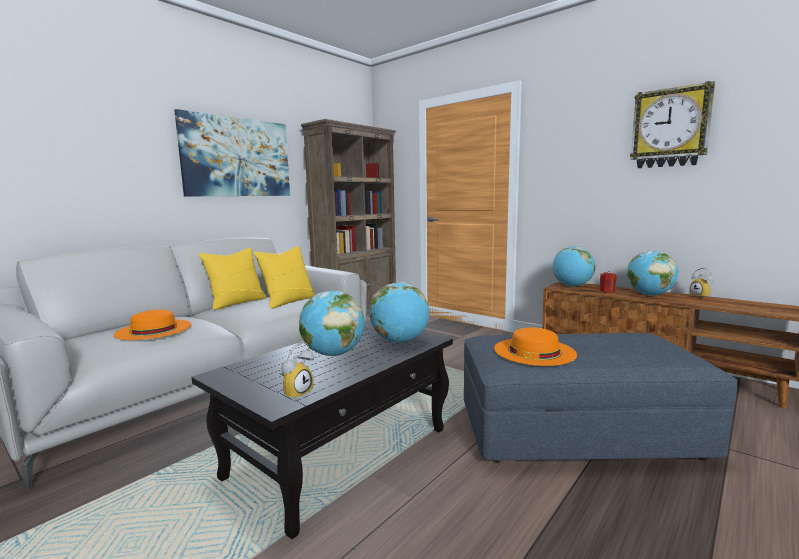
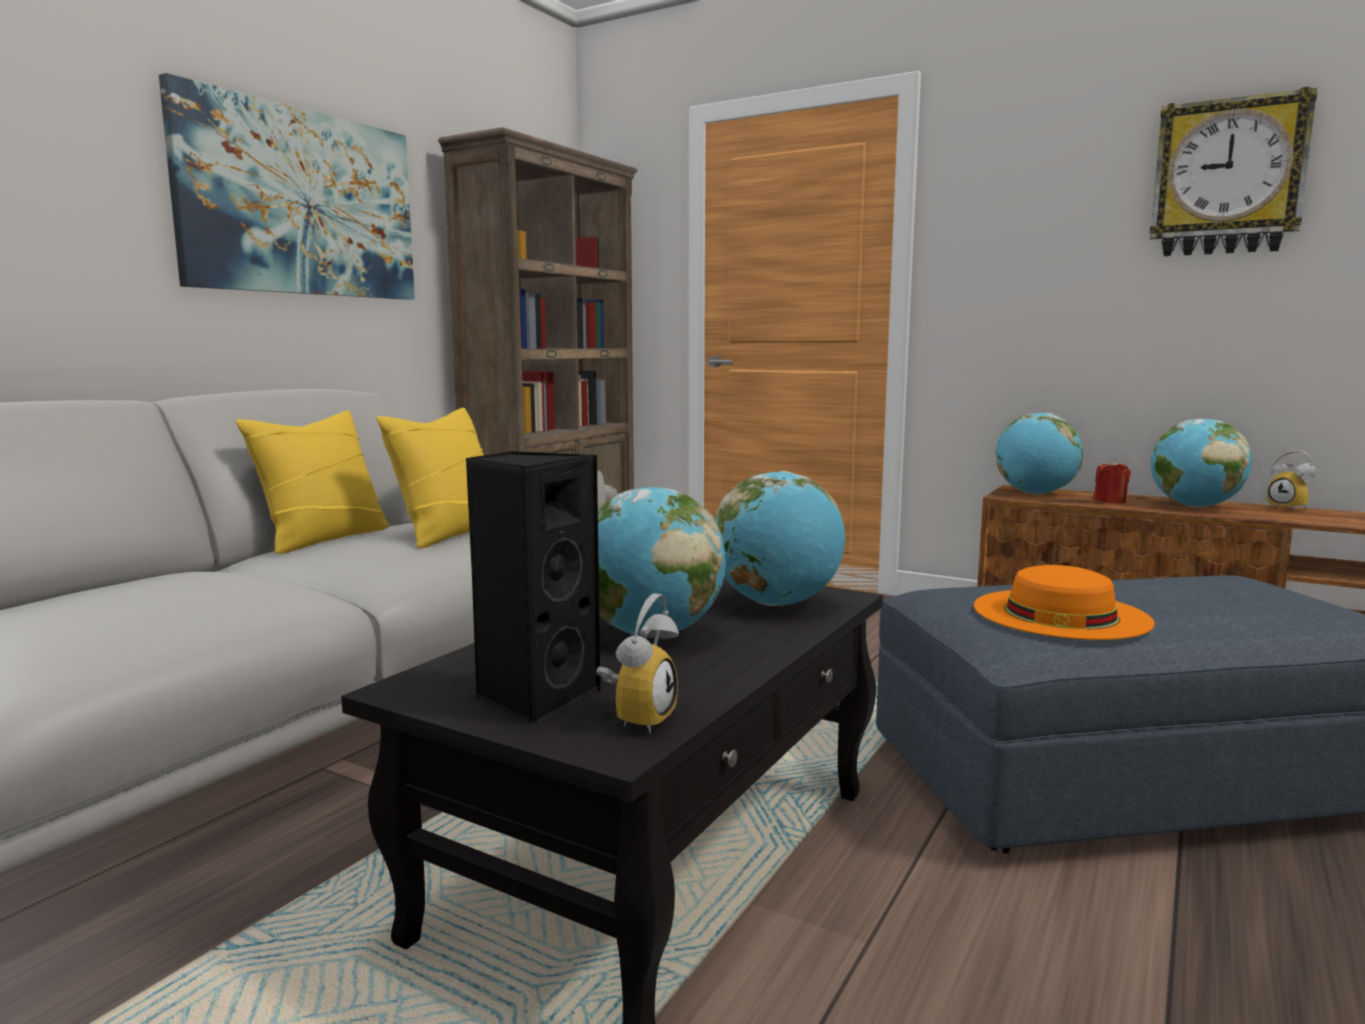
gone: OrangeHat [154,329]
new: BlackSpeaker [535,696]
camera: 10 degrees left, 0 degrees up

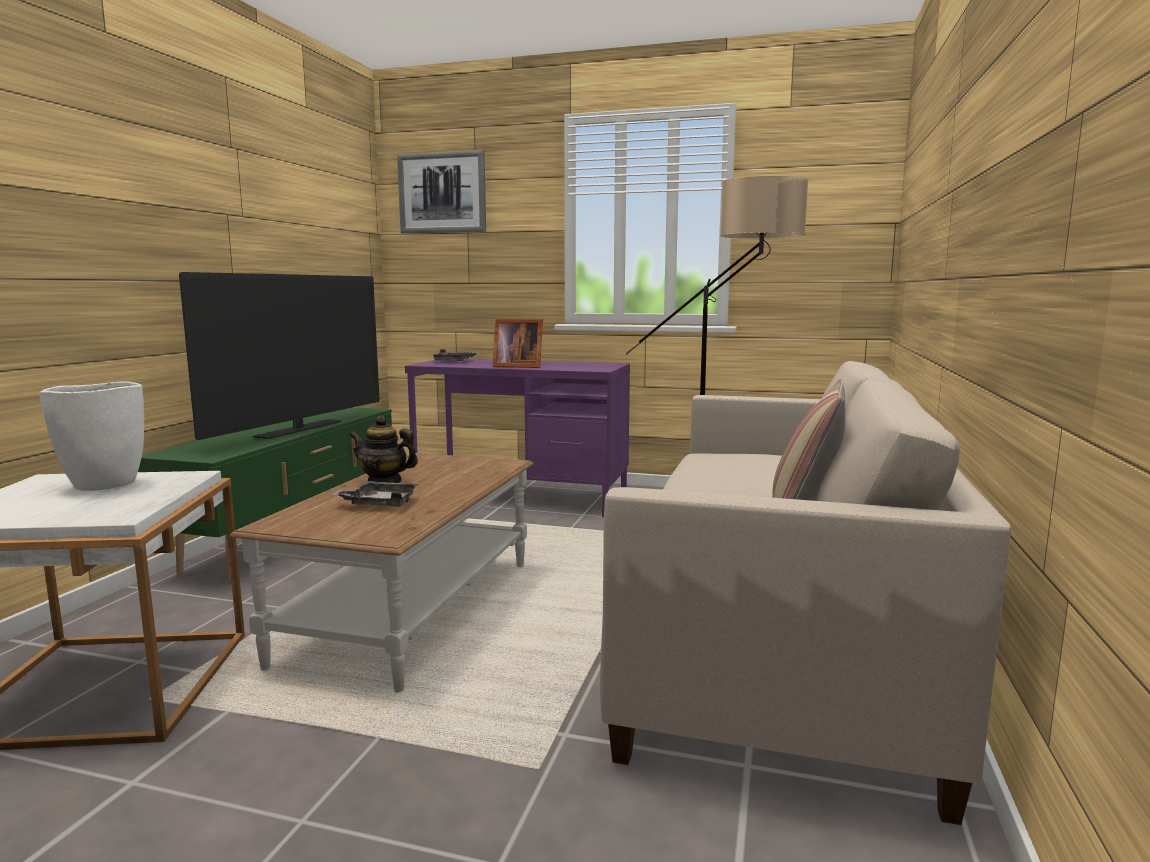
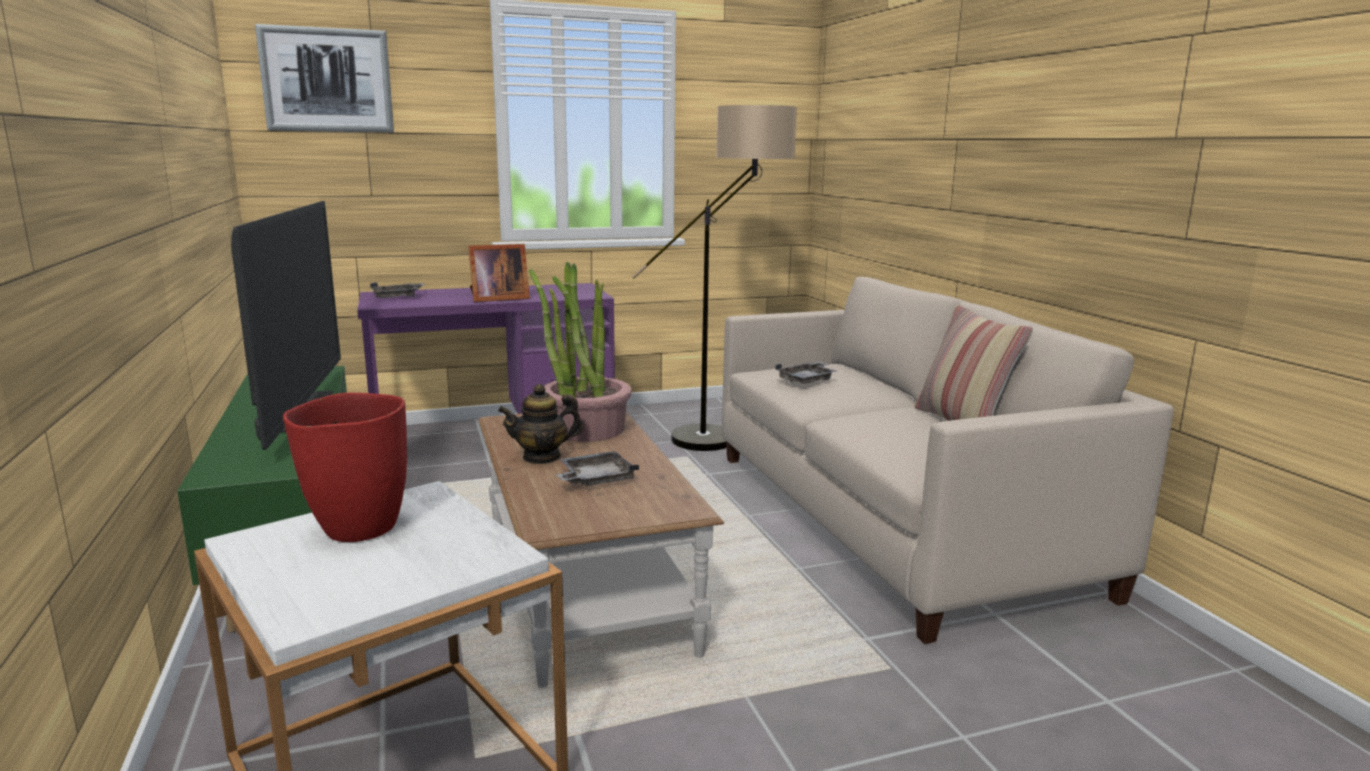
new: PottedPlant [586,429]; GreyTray [807,380]
repainted: WhiteVase [103,485] to RedVase [358,529]
camera: 35 degrees left, 5 degrees up

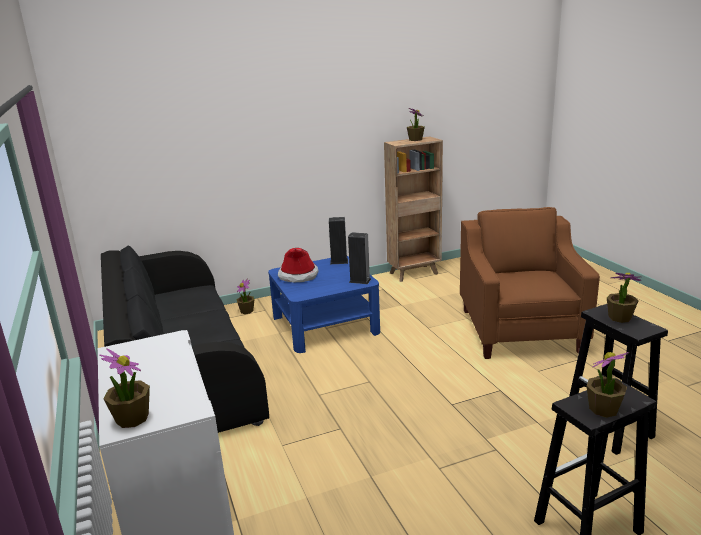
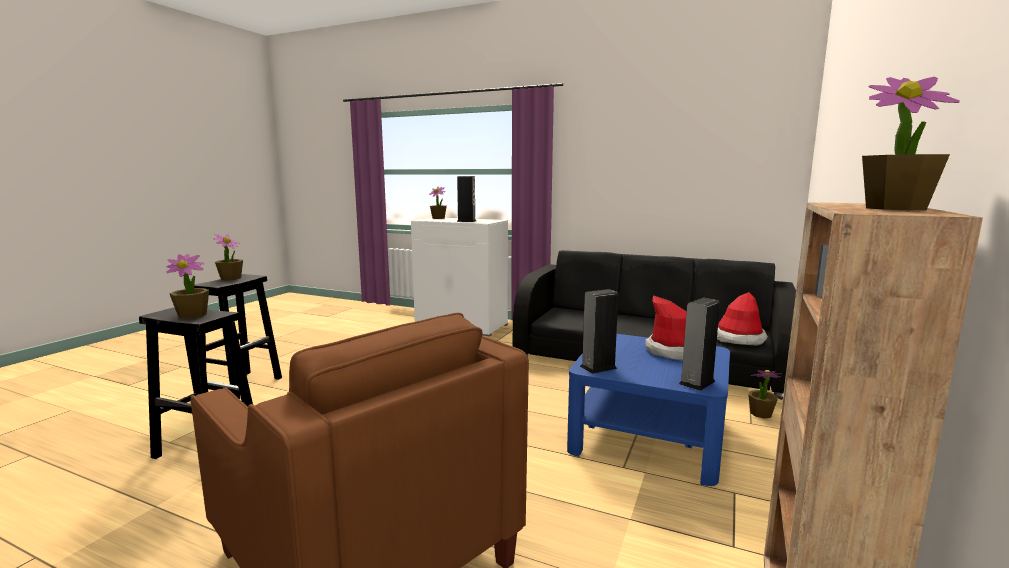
new: Speaker [466,221]; Hat [738,338]
camera: 135 degrees right, 10 degrees down

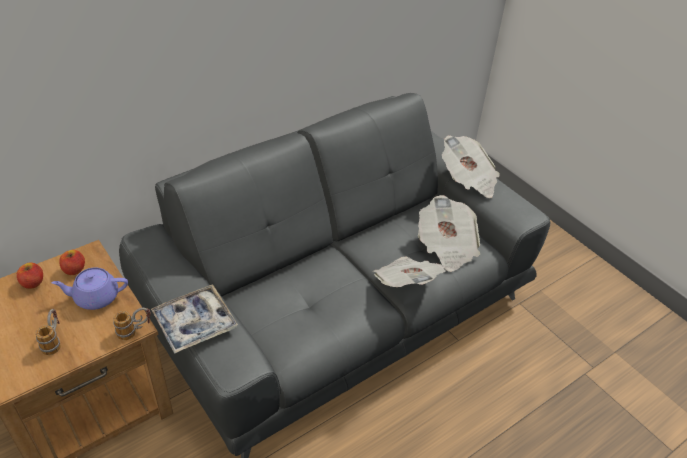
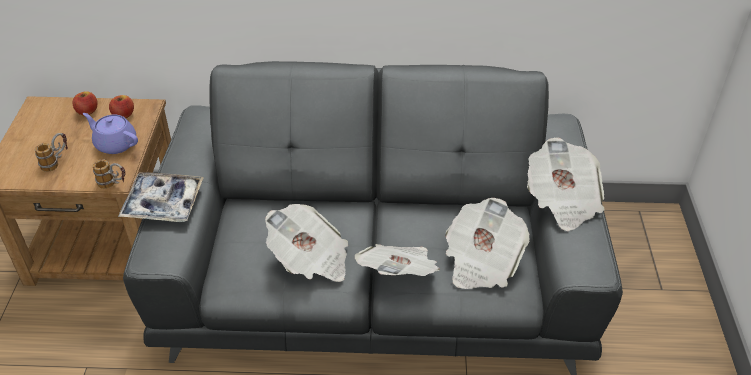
new: Newspaper [310,259]
camera: 40 degrees right, 0 degrees up

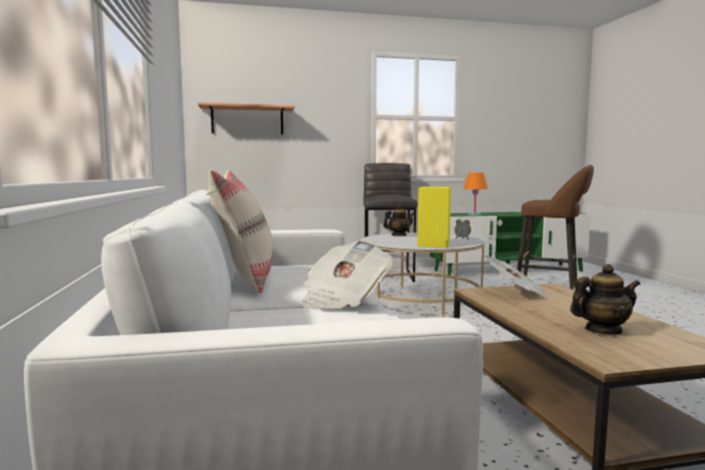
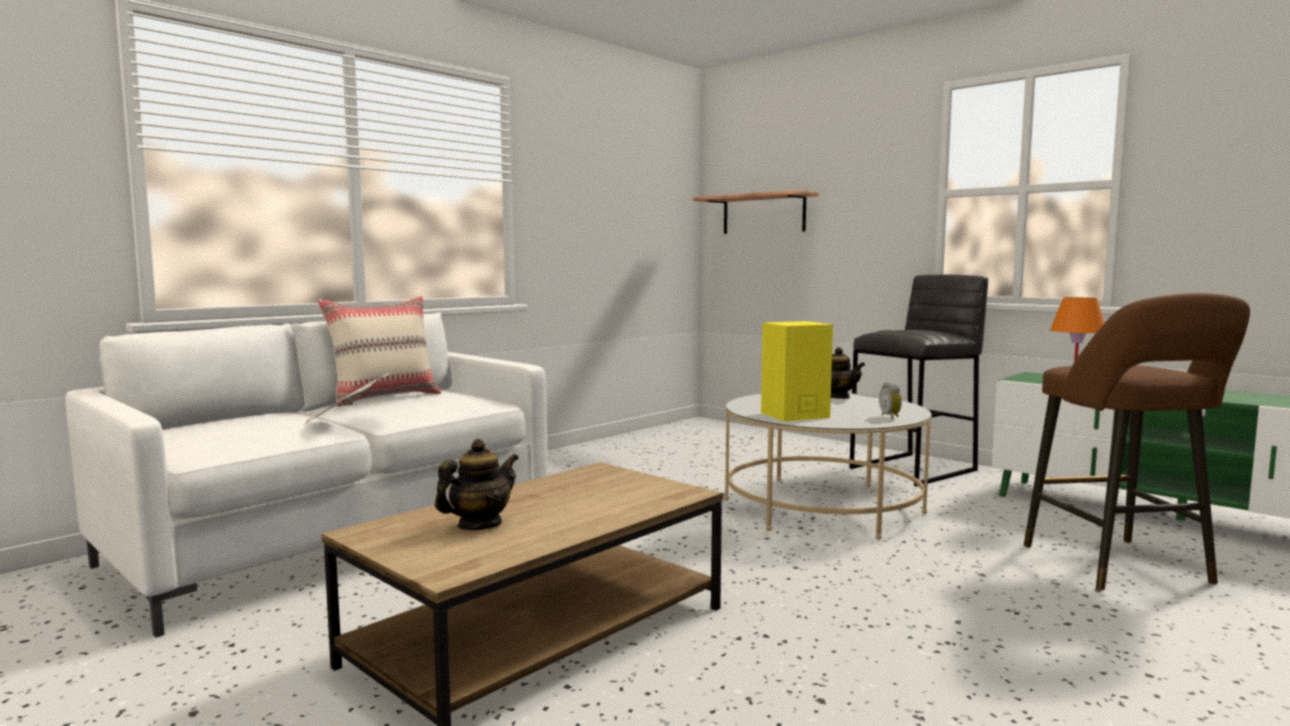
gone: Newspaper [516,294]
rotated: Teapot [602,330] = [479,525] 90 degrees counterclockwise
camera: 55 degrees right, 0 degrees up

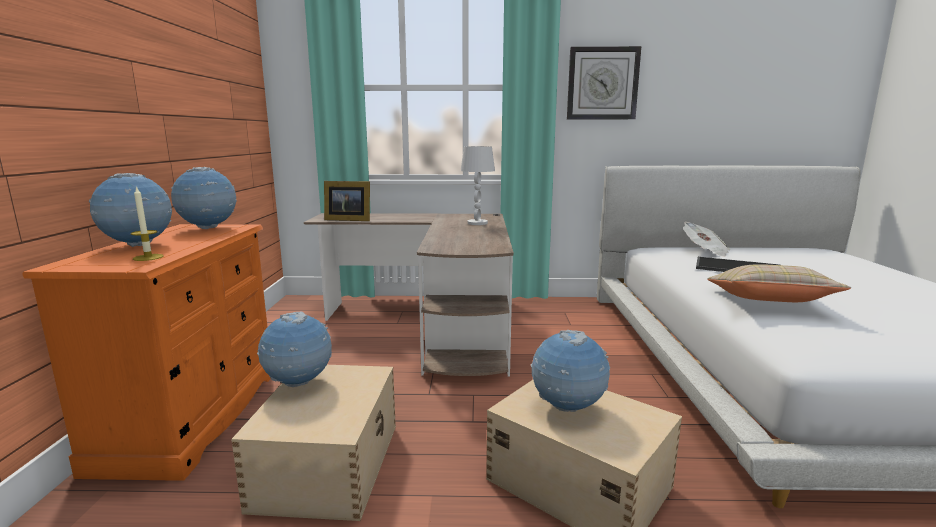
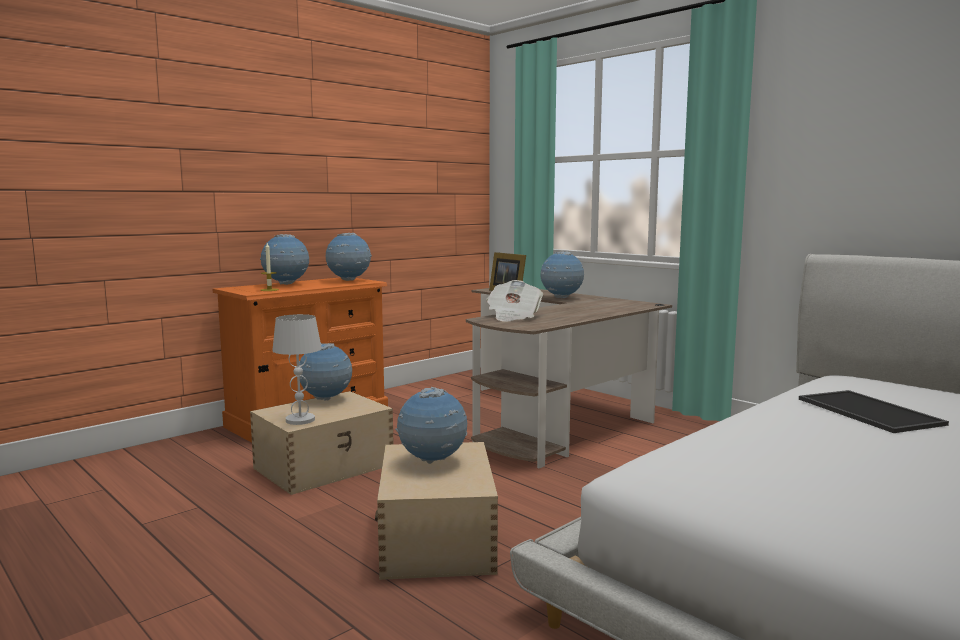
gone: WallClock [602,84]; BeigePillow [768,302]
new: Globe [561,298]
shifted: WhiteTableLamp [477,223] to [300,420]; Newspaper [705,251] to [513,317]
camera: 45 degrees right, 5 degrees down

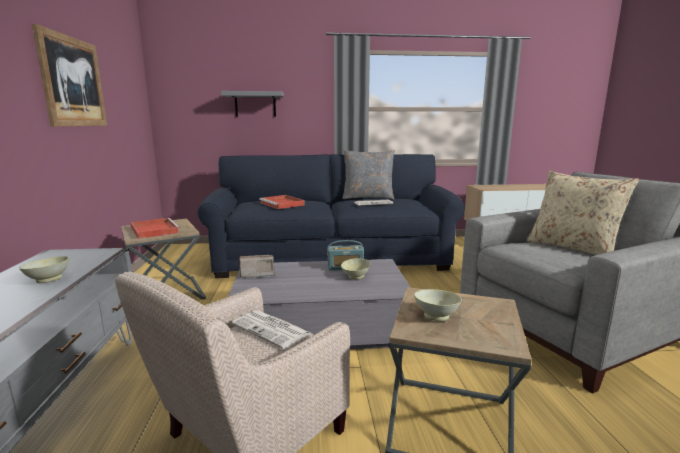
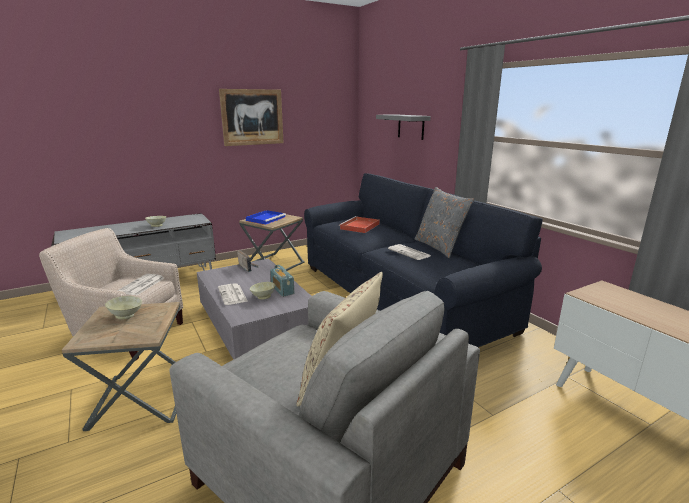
new: Newspaper [233,295]
repainted: RedTray [154,230] to BlueTray [266,219]
camera: 65 degrees right, 5 degrees up

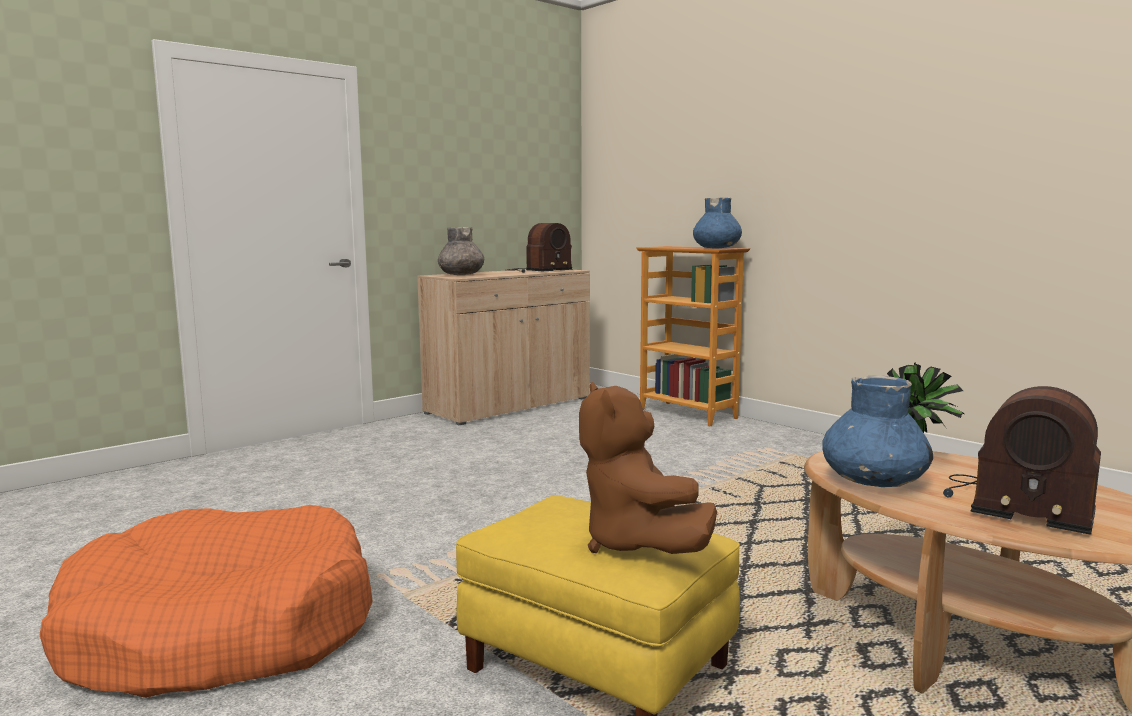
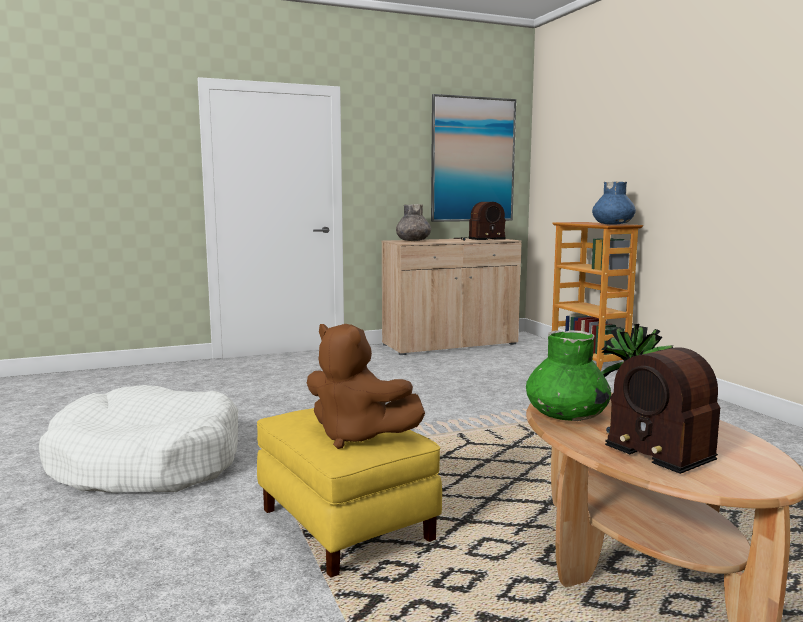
new: Picture [472,160]
repainted: OrangeDogBed [221,631] to WhiteDogBed [146,463]; BlueVase [873,481] to GreenVase [566,416]
rotated: BrownPlushToy [637,544] = [357,436] 60 degrees counterclockwise
camera: 20 degrees right, 0 degrees up

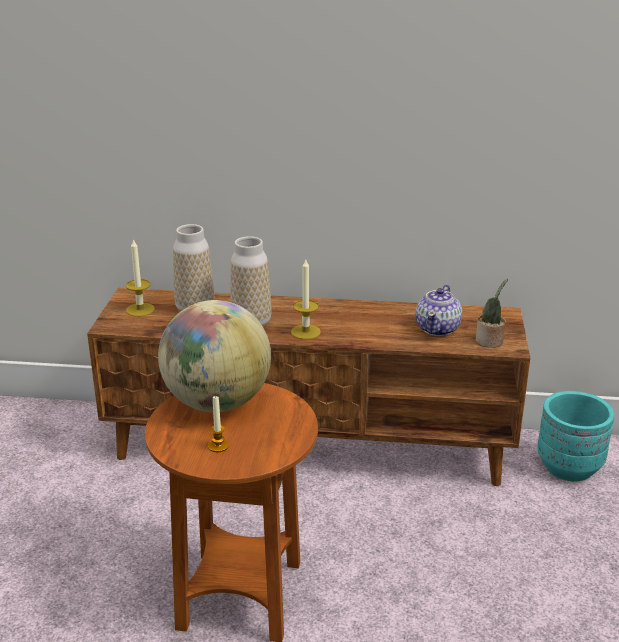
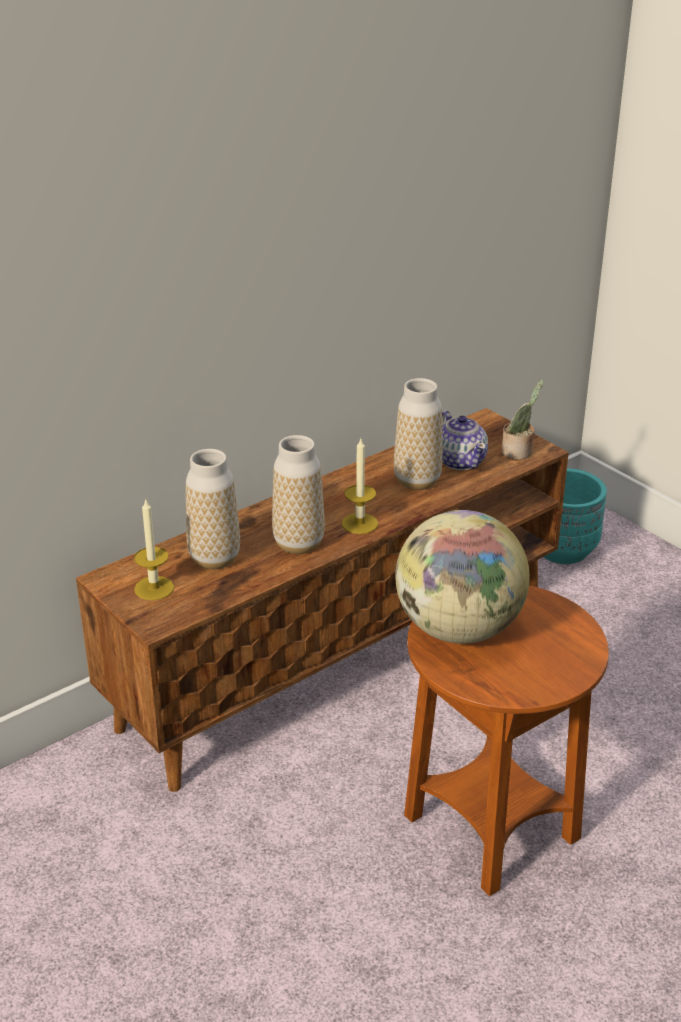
gone: Candle [218,446]
new: Vase [417,481]
camera: 45 degrees left, 5 degrees up

